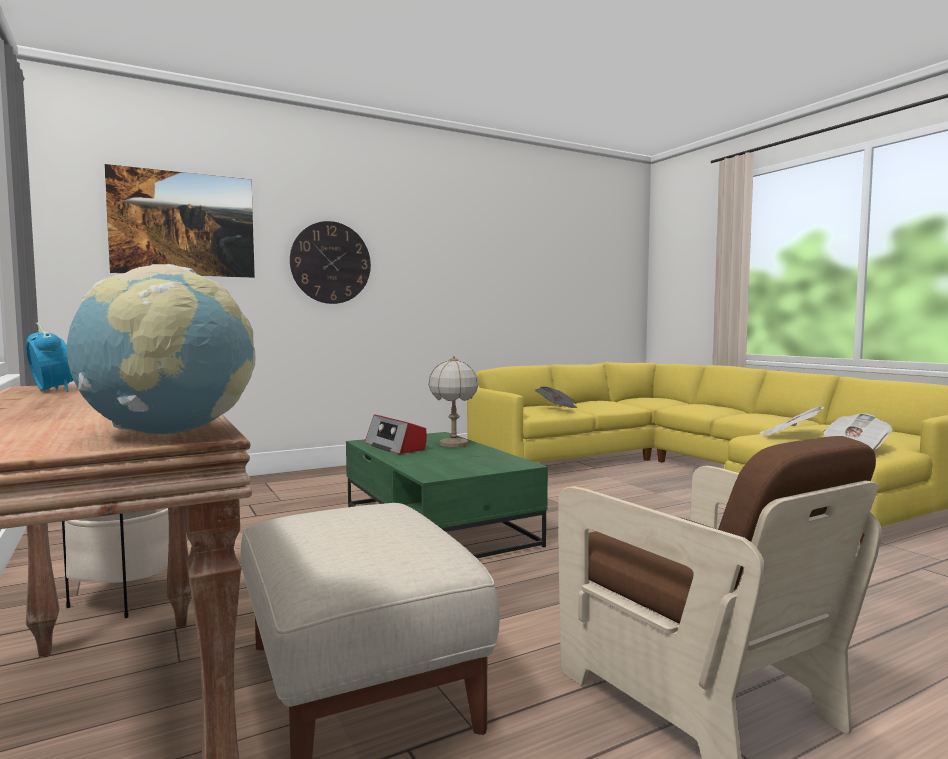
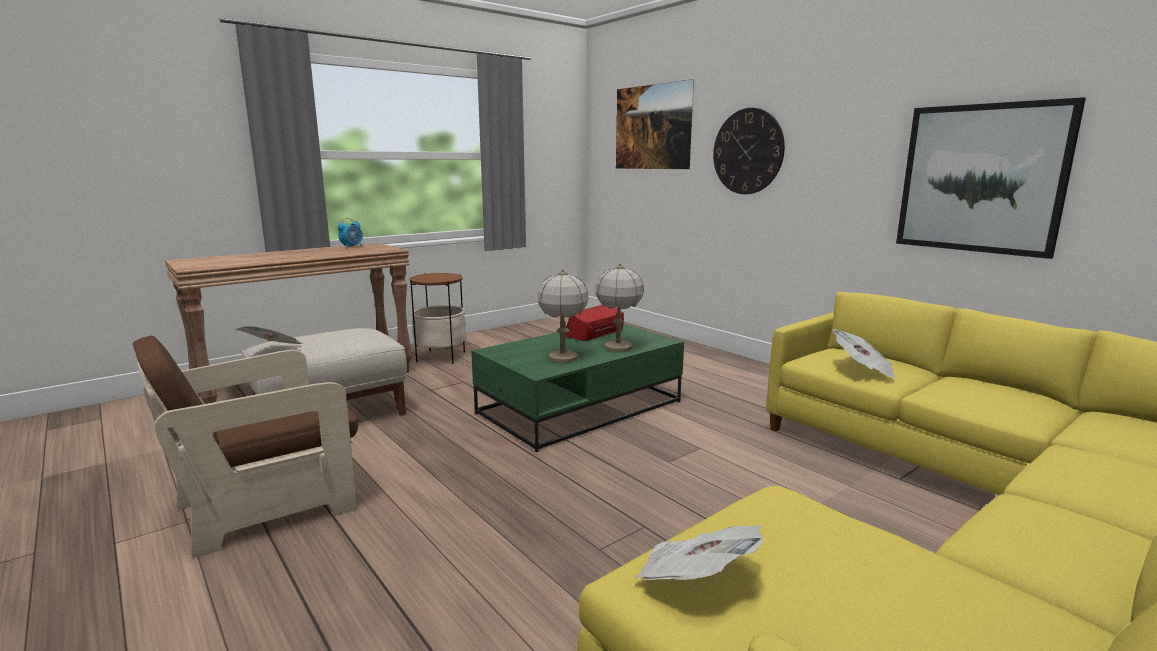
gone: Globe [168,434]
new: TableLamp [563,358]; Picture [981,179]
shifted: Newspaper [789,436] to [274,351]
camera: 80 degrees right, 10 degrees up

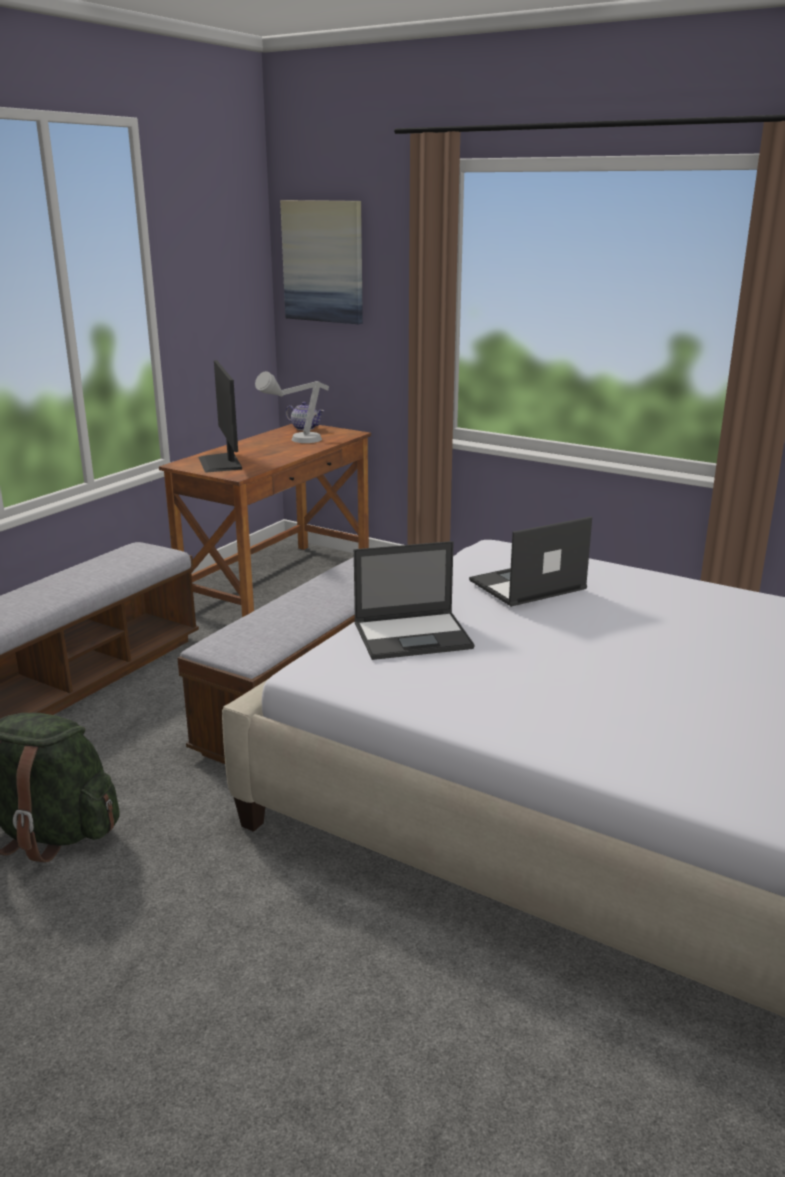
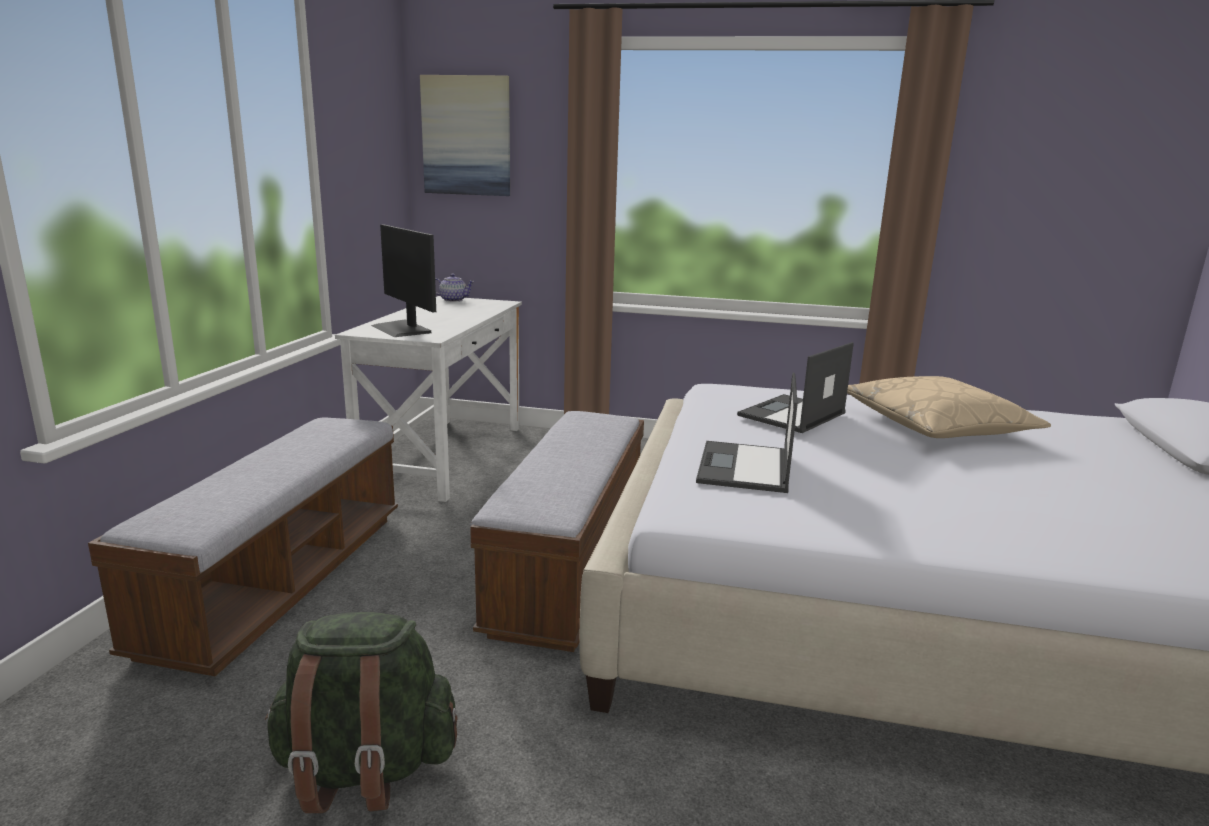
gone: GreyTableLamp [295,442]
new: BeigePillow [936,426]
repainted: BrownDesk [278,583] to WhiteDesk [444,456]
rotated: Laptop [414,635] = [744,468] 135 degrees clockwise
camera: 20 degrees left, 5 degrees down

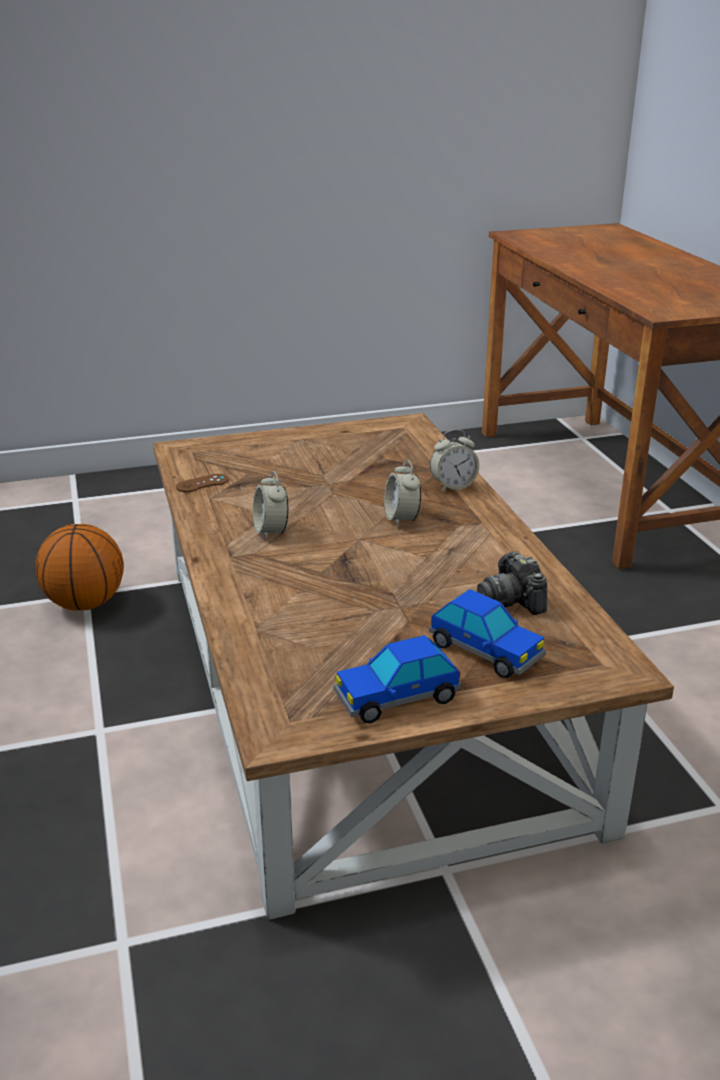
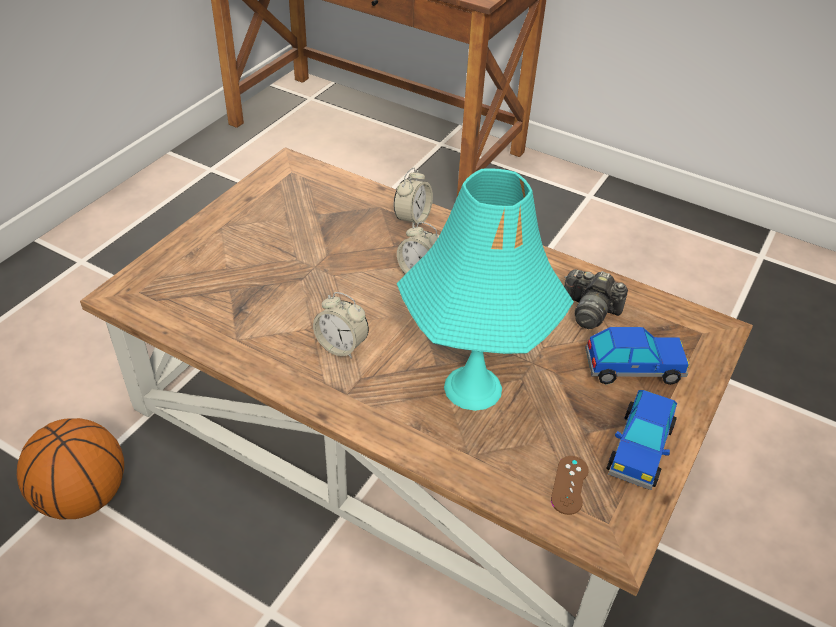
new: TurquoiseTableLamp [473,387]
shifted: BrownGameController [202,483] to [569,485]
camera: 45 degrees left, 15 degrees up

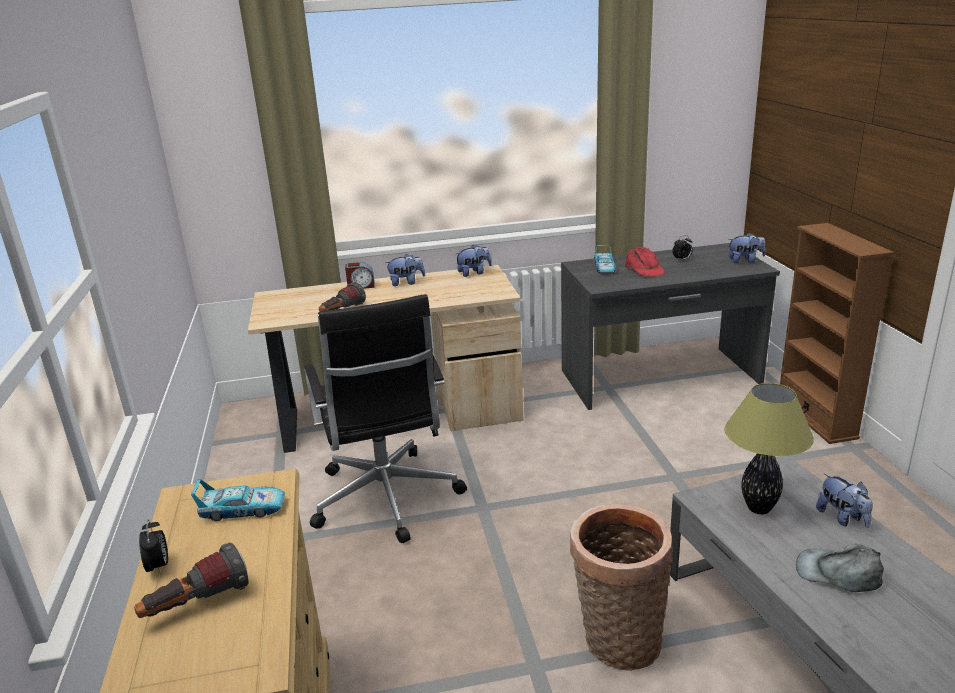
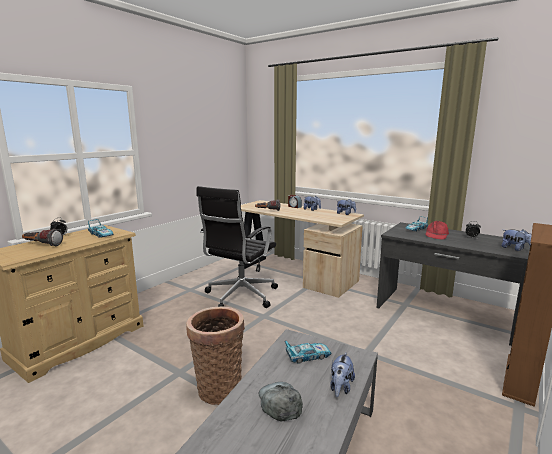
swapped: TableLamp [758,508] to ToyCar [308,356]
camera: 45 degrees right, 10 degrees down

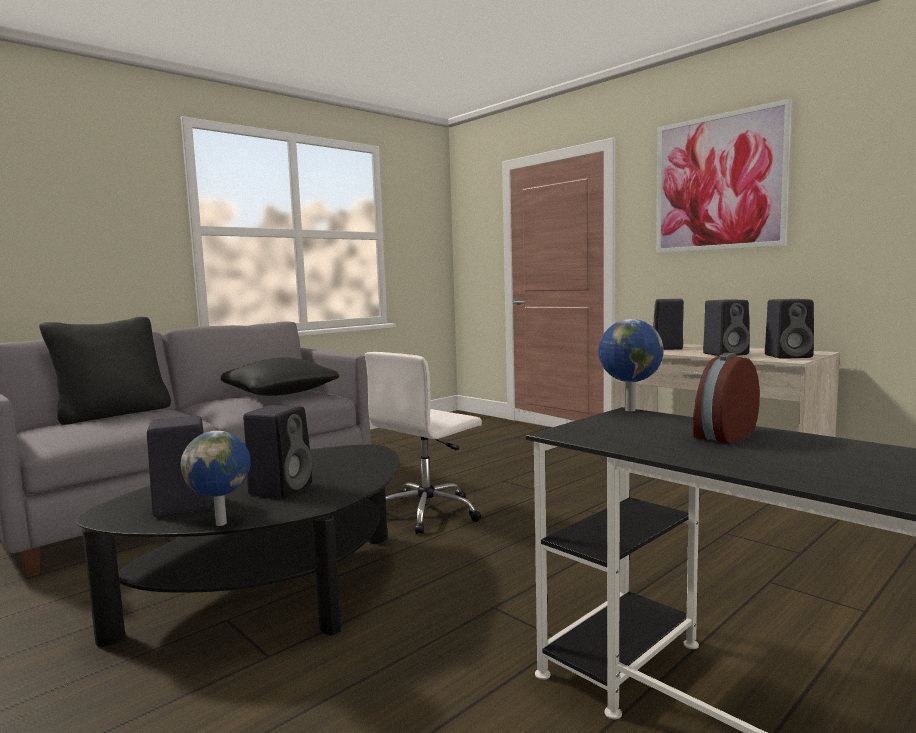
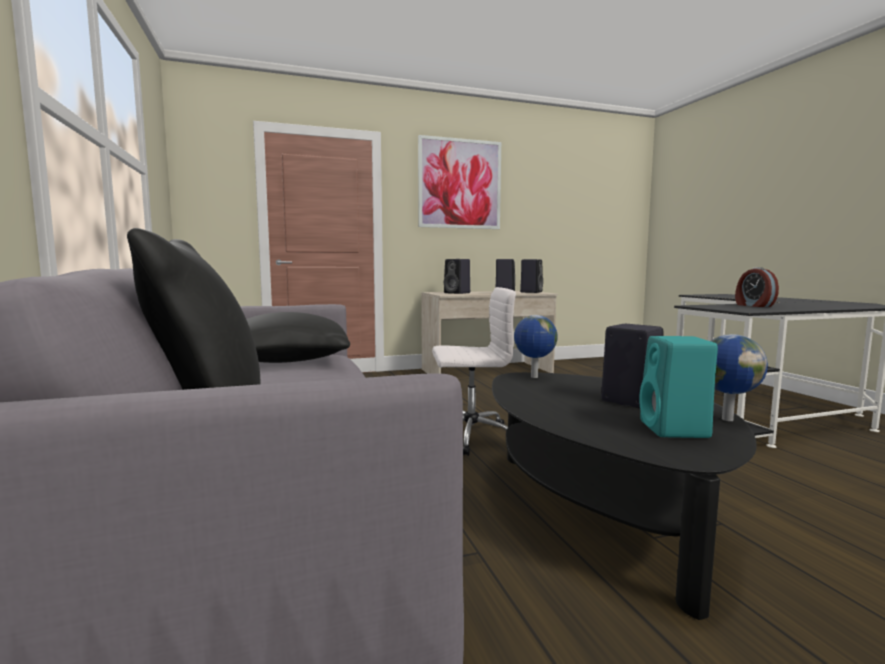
shifted: Globe [628,410] to [533,377]
repainted: BlackSpeaker [180,507] to TurquoiseSpeaker [675,430]
rotated: WhiteOfficeChair [428,512] = [469,437] 75 degrees counterclockwise
camera: 65 degrees left, 0 degrees up

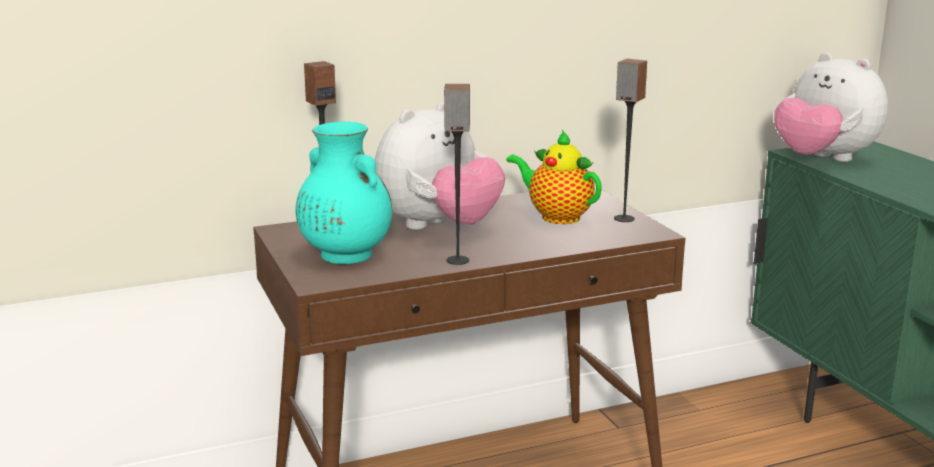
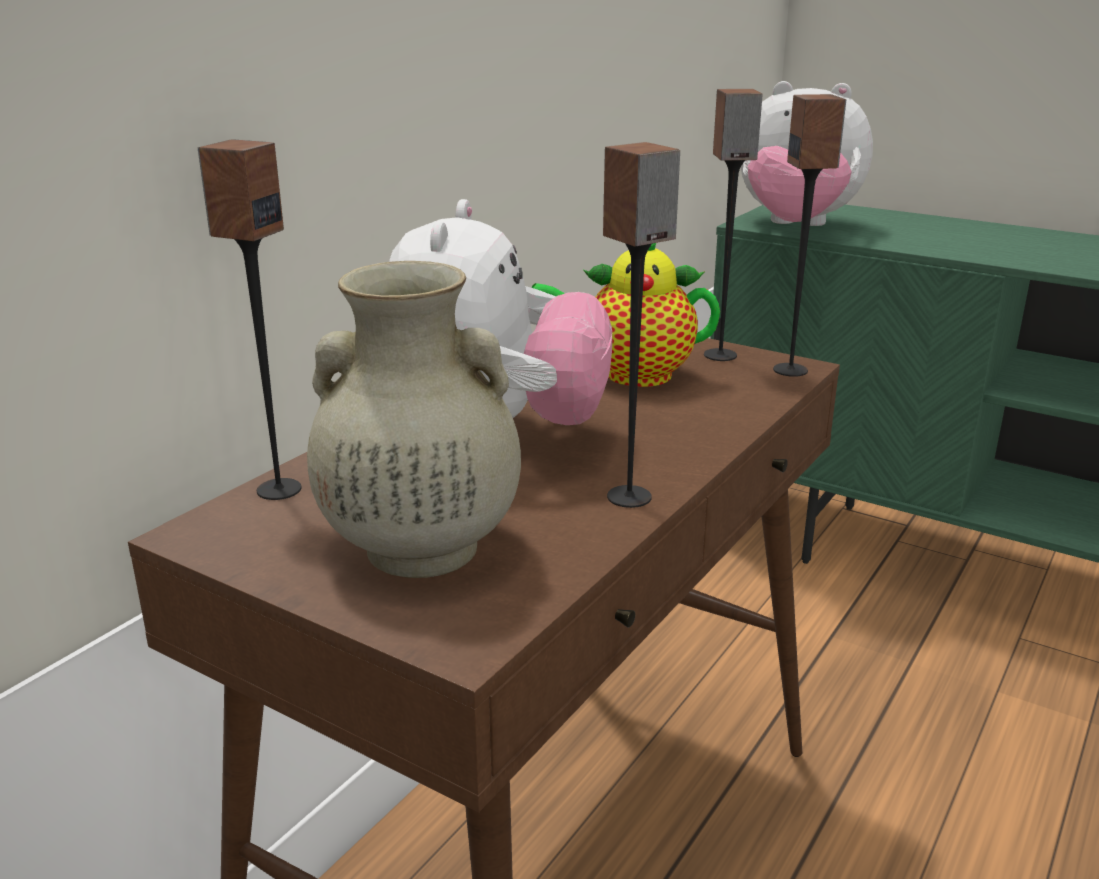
new: Speaker [791,370]
repainted: TurquoiseVase [345,254] to BeigeVase [418,549]
camera: 35 degrees left, 5 degrees up

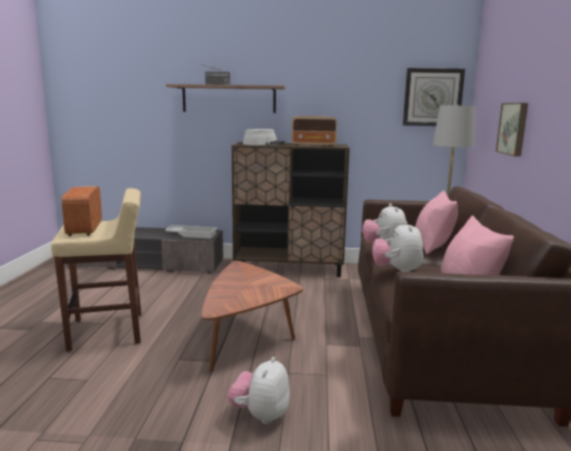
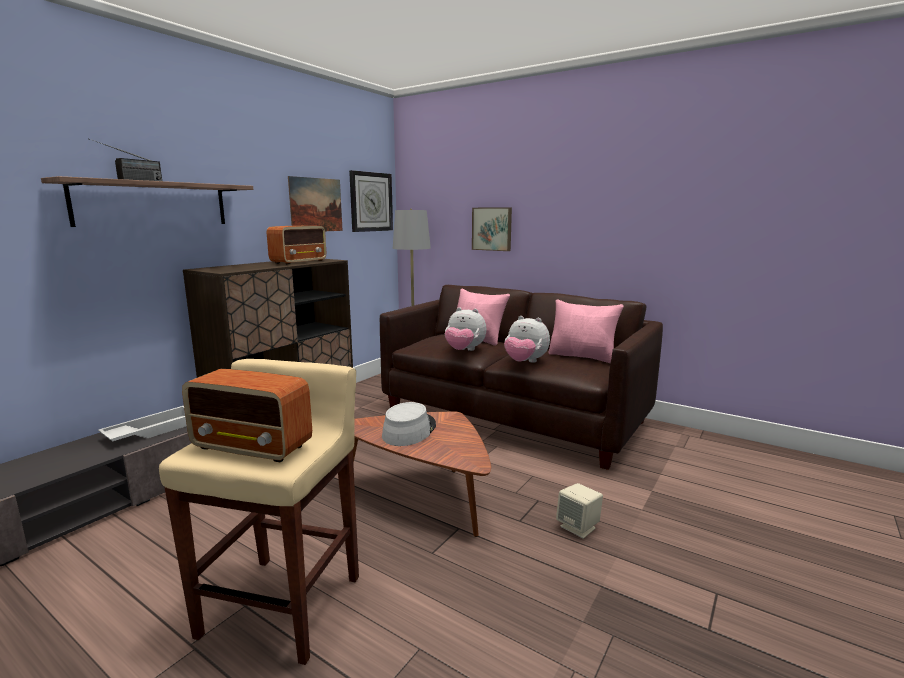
new: Picture [316,205]
shifted: GreyHat [263,144] to [409,430]
swapped: PlushToy [260,415] to BeigeSpeaker [578,527]
camera: 60 degrees left, 0 degrees up

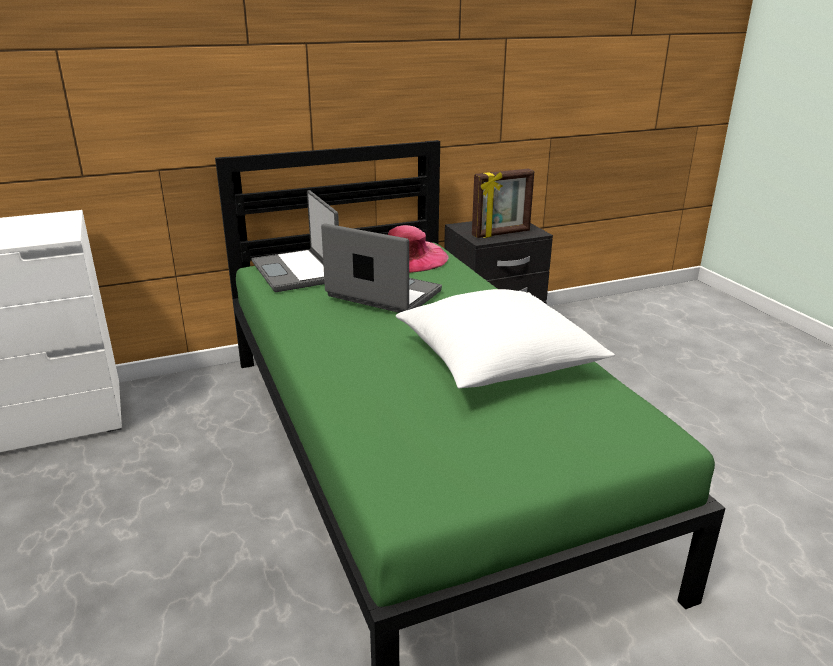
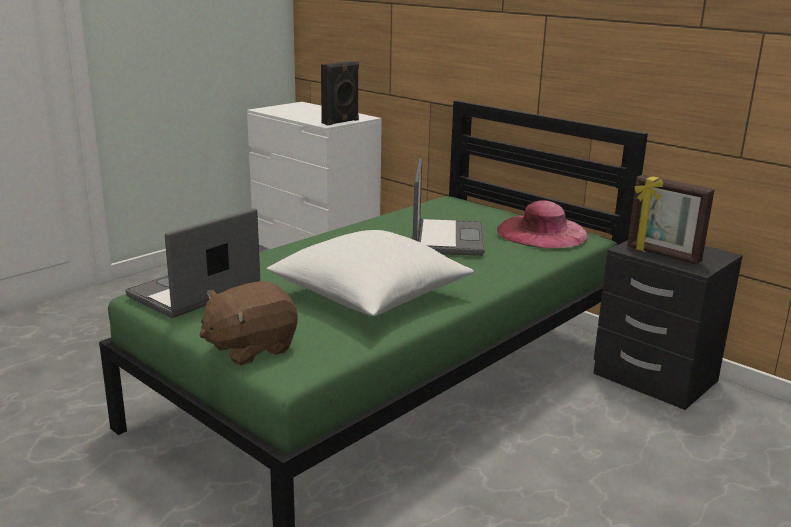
new: BrownPlushToy [250,348]; BlackSpeaker [341,122]
shifted: Laptop [297,272] to [195,292]
camera: 65 degrees right, 5 degrees down

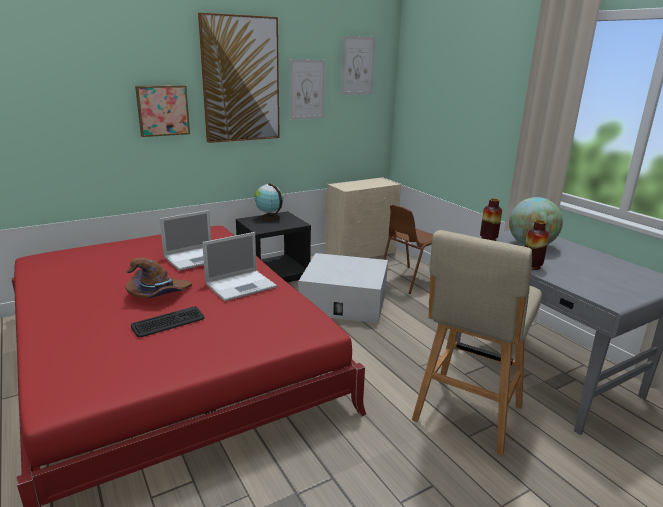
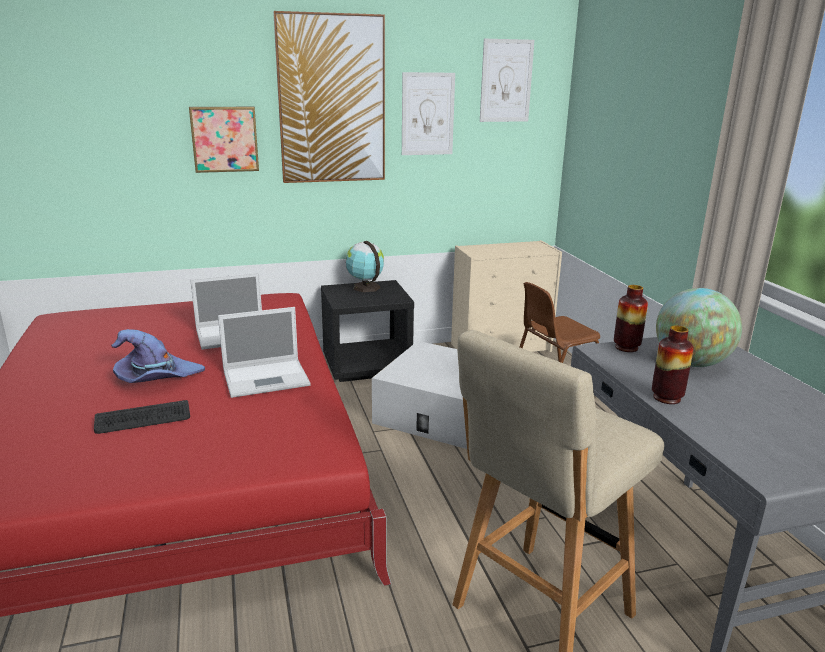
repainted: BrownHat [158,294] to PurpleHat [157,378]
camera: 15 degrees right, 0 degrees up

